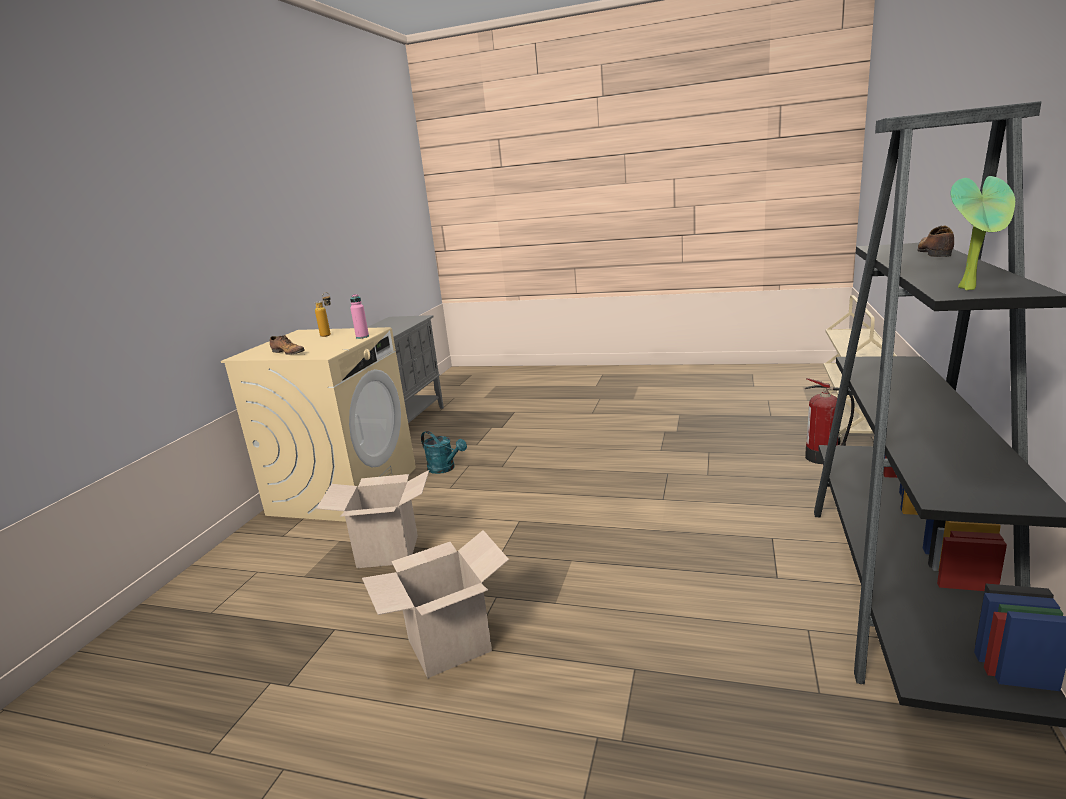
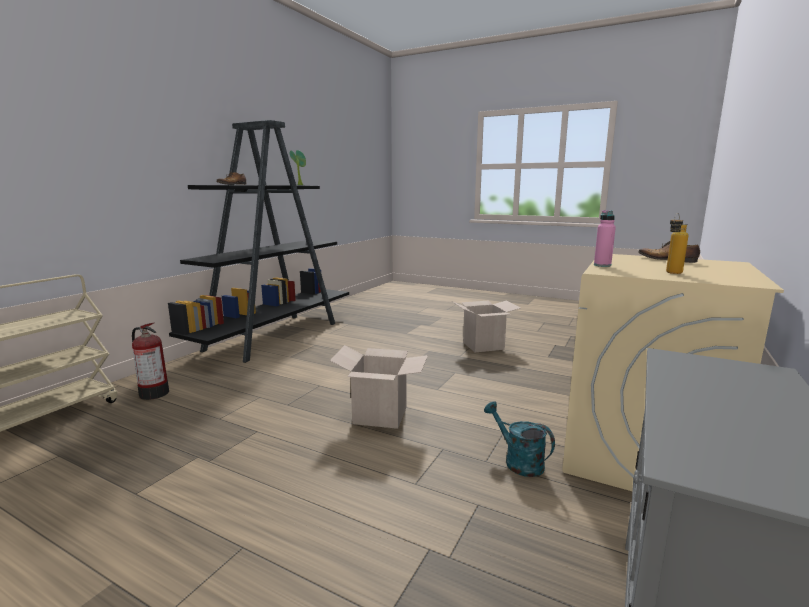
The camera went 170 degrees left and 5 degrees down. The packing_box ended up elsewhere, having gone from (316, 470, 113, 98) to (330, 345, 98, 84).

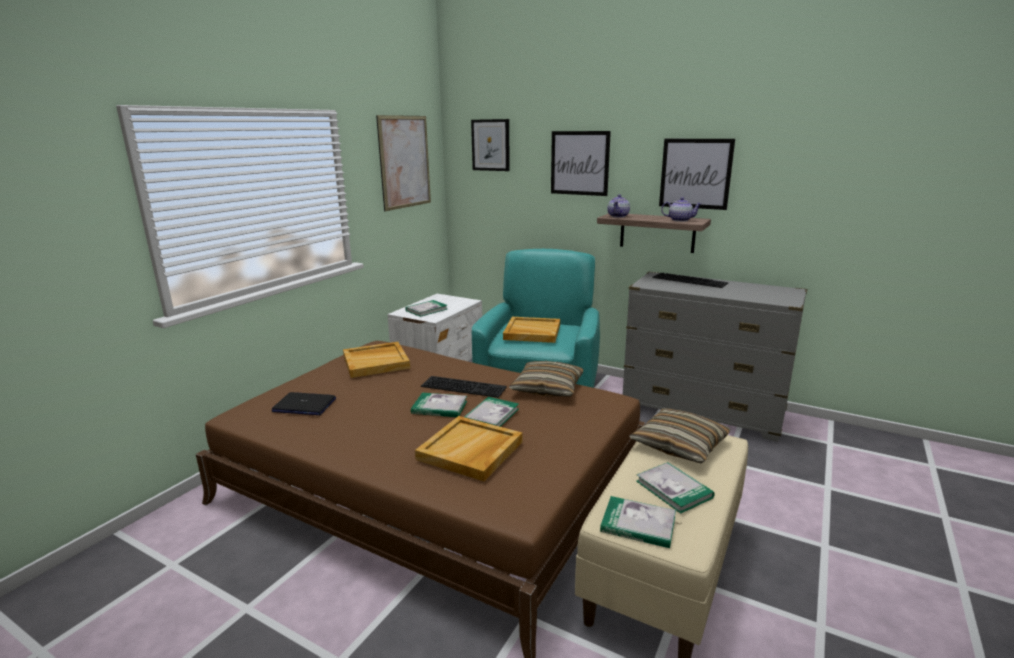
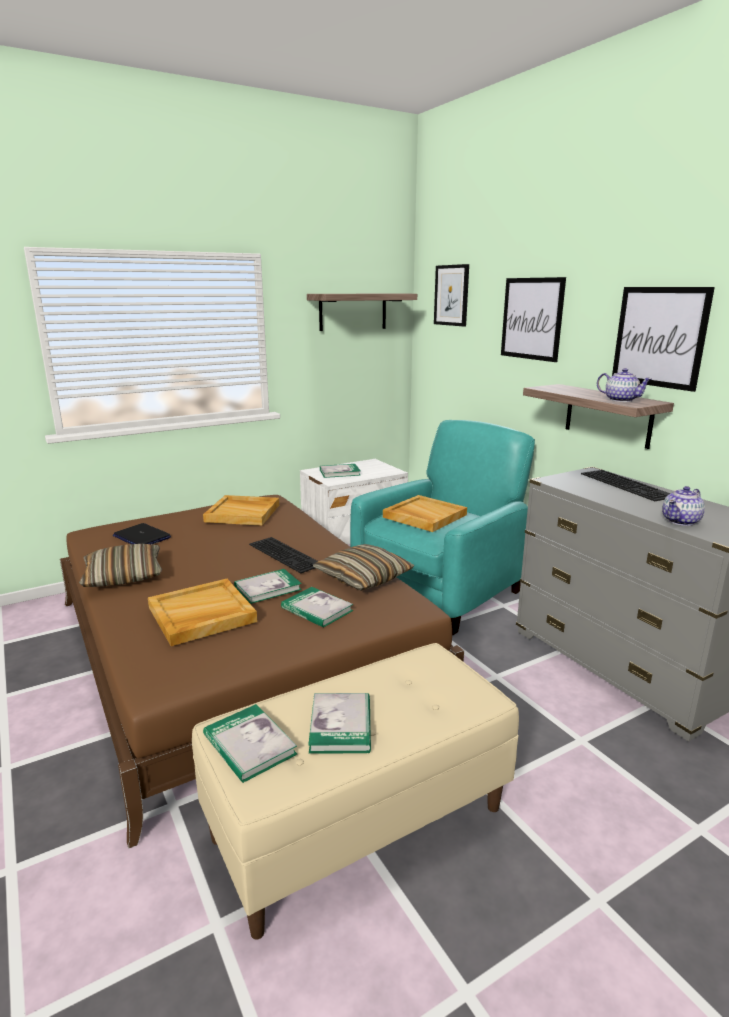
The camera went 30 degrees right and 0 degrees up. The cushion ended up elsewhere, having gone from (629, 408, 102, 55) to (79, 544, 83, 43). The book ended up elsewhere, having gone from (411, 393, 56, 24) to (281, 587, 72, 41). Where the picture hung at (376, 115, 55, 96), the shelf came to hang at (307, 293, 110, 38). The tea_pot ended up elsewhere, having gone from (607, 194, 23, 24) to (662, 486, 43, 40).

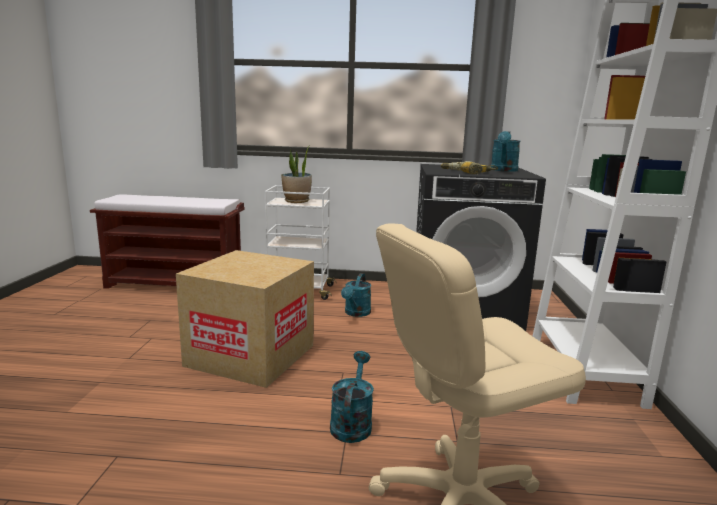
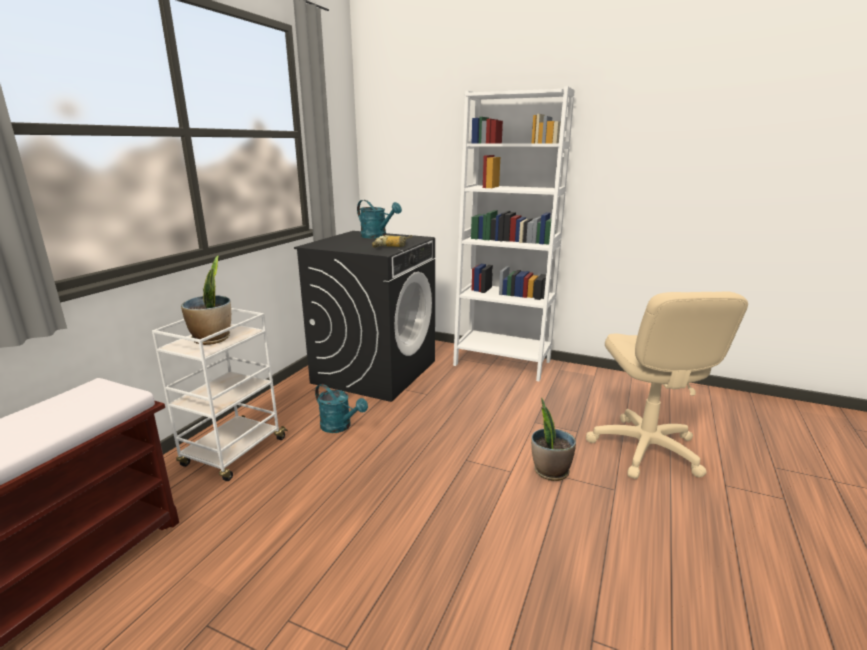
The camera went 70 degrees left and 5 degrees up. Where the turquoise-coloured_sprinkling_can stood at (330, 351, 44, 92), the plant_in_a_pot came to stand at (531, 398, 45, 83). The second view lost the packing_box at (176, 250, 138, 138).

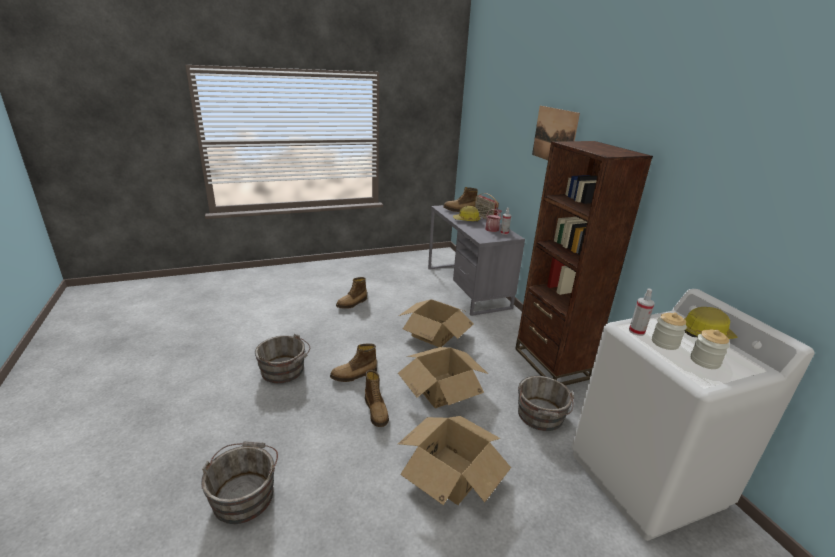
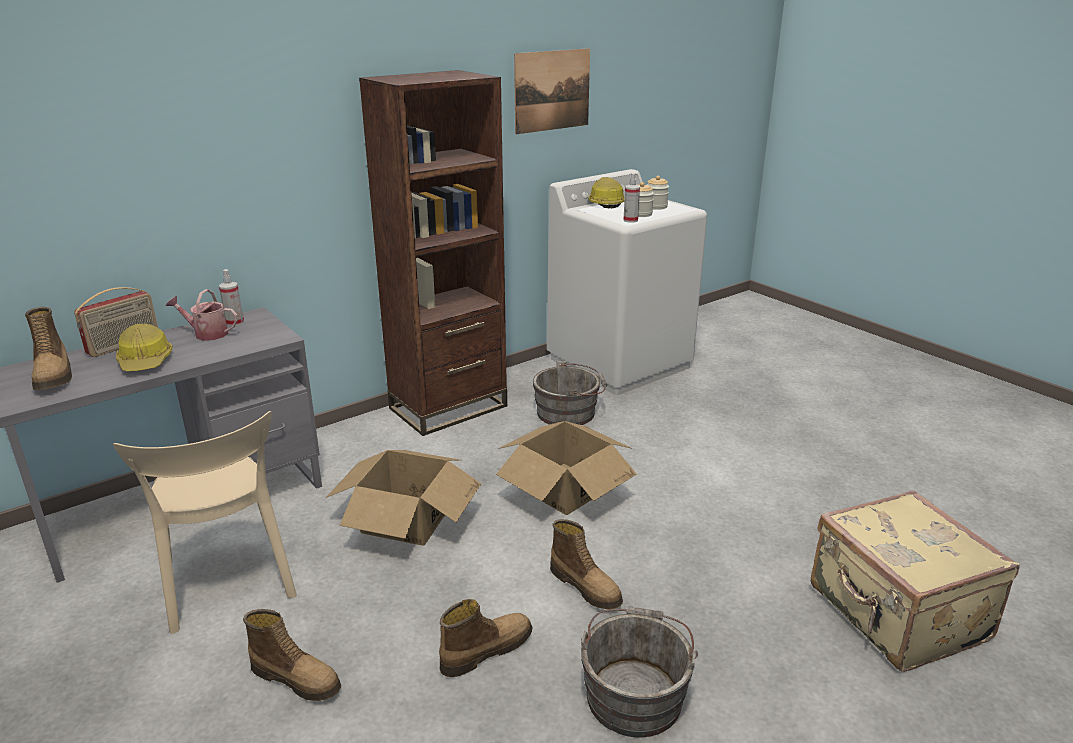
The camera went 105 degrees left and 0 degrees up. The second view gained the beige_chair at (113, 411, 184, 223). The tall_boot ended up elsewhere, having gone from (365, 370, 24, 57) to (439, 599, 94, 78). The picture ended up elsewhere, having gone from (532, 106, 48, 54) to (514, 48, 76, 86). Where the greyish_bucket stood at (201, 441, 77, 83), the beige_travel_case came to stand at (811, 490, 208, 182). The second view lost the packing_box at (398, 416, 113, 89).

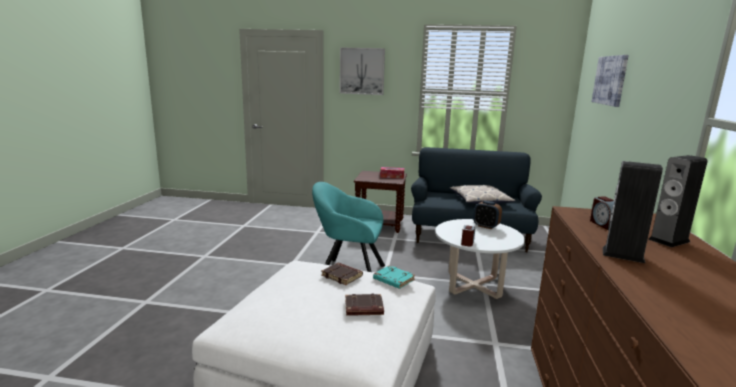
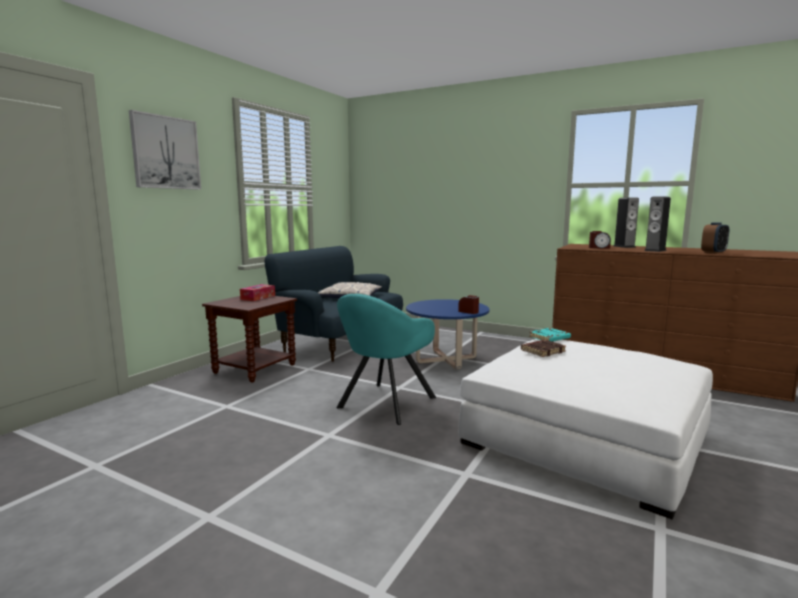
The camera went 70 degrees left and 5 degrees down. What was the white_lounge_table at (435, 219, 90, 80) turned into the blue_lounge_table at (406, 299, 83, 70). The bedside_clock ended up elsewhere, having gone from (473, 201, 29, 28) to (701, 222, 28, 32). The second view lost the brown-coloured_book at (345, 294, 39, 22). The second view lost the picture at (592, 55, 37, 52).

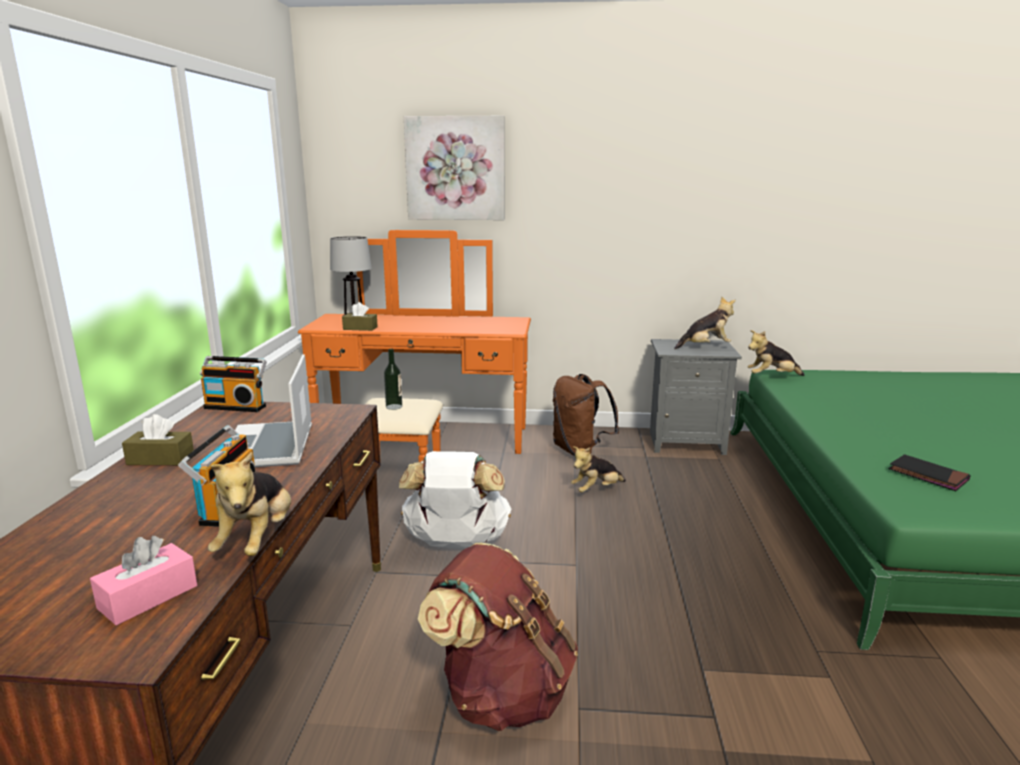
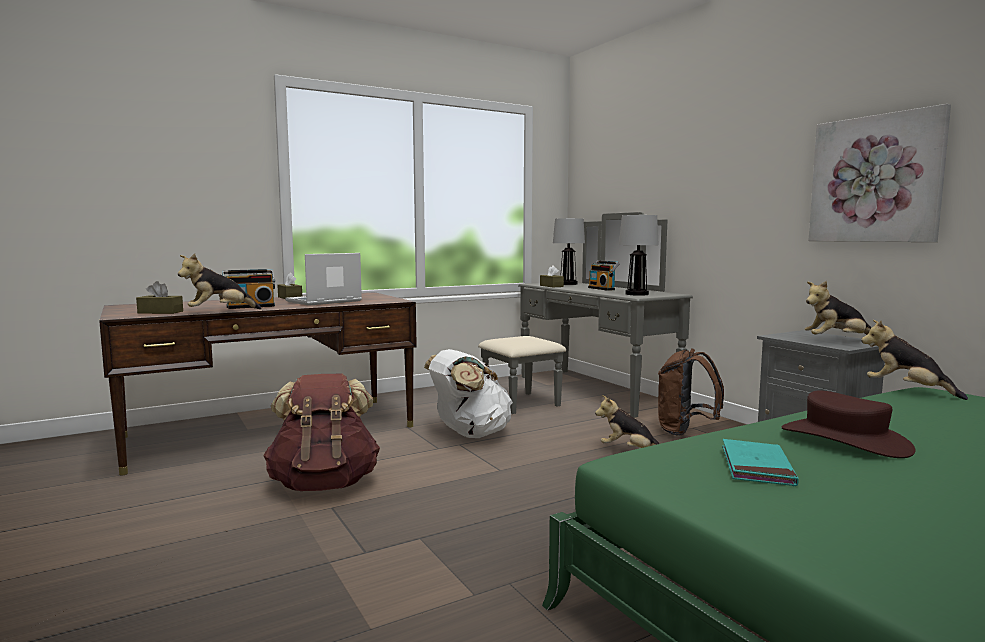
The camera went 55 degrees right and 10 degrees down. What was the pink_box_of_tissues at (90, 536, 107, 90) turned into the brown-coloured_box_of_tissues at (136, 281, 47, 33). What was the orange_chest_of_drawers at (298, 230, 233, 266) turned into the greyish_chest_of_drawers at (478, 212, 215, 206). The radio_set ended up elsewhere, having gone from (200, 356, 67, 56) to (588, 260, 31, 31). The second view gained the lamp_for_a_table at (619, 215, 40, 81). What was the black-coloured_book at (889, 455, 82, 36) turned into the turquoise-coloured_book at (722, 439, 77, 47). The second view gained the brown-coloured_clothing_hat at (782, 391, 134, 67). The soft_toy at (674, 297, 62, 52) ended up facing another way, 135 degrees clockwise from before. The picture ended up elsewhere, having gone from (404, 116, 101, 104) to (808, 104, 143, 138). The second view lost the bottle at (384, 349, 18, 61).

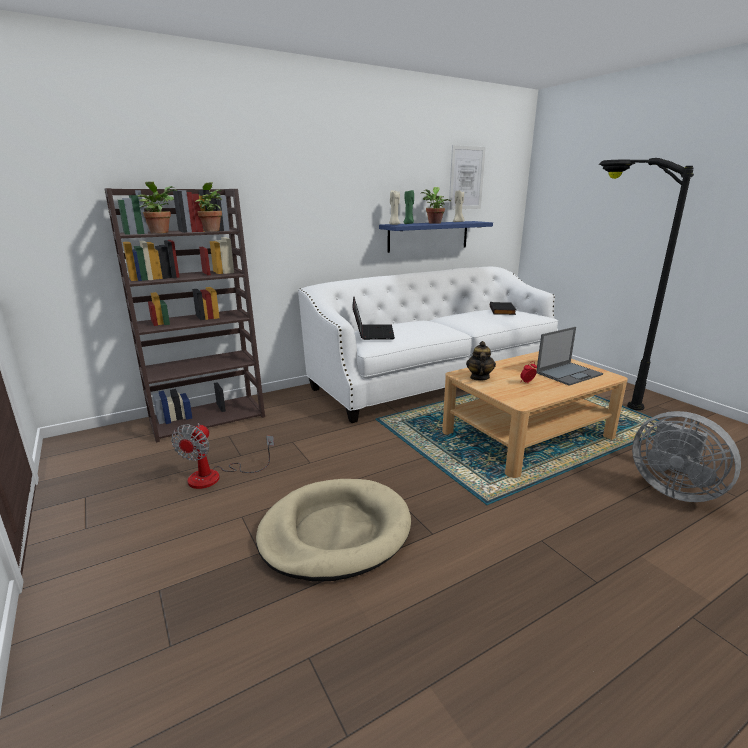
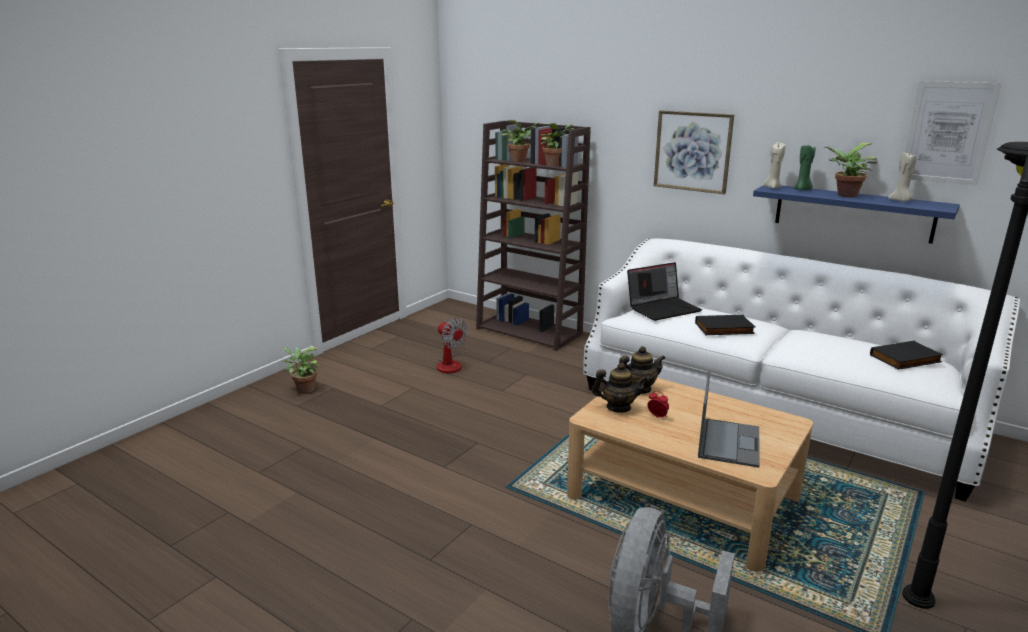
The camera went 65 degrees right and 0 degrees up. The second view gained the plant_in_a_pot at (282, 347, 37, 46). The cooling_fan at (171, 423, 103, 66) ended up facing another way, 120 degrees counterclockwise from before. The second view gained the tea_pot at (592, 363, 56, 50). The second view gained the picture at (654, 111, 80, 83). The second view gained the black-coloured_book at (695, 315, 60, 20). The laptop at (536, 327, 67, 59) ended up facing another way, 105 degrees counterclockwise from before. The second view lost the beige_pet_bed at (256, 479, 155, 102).

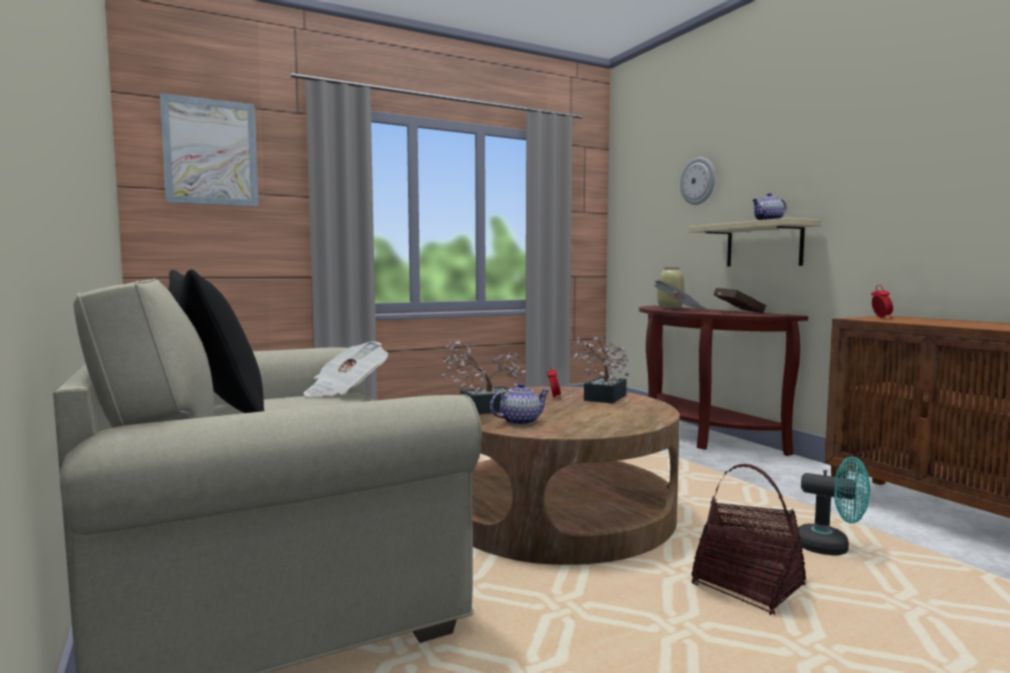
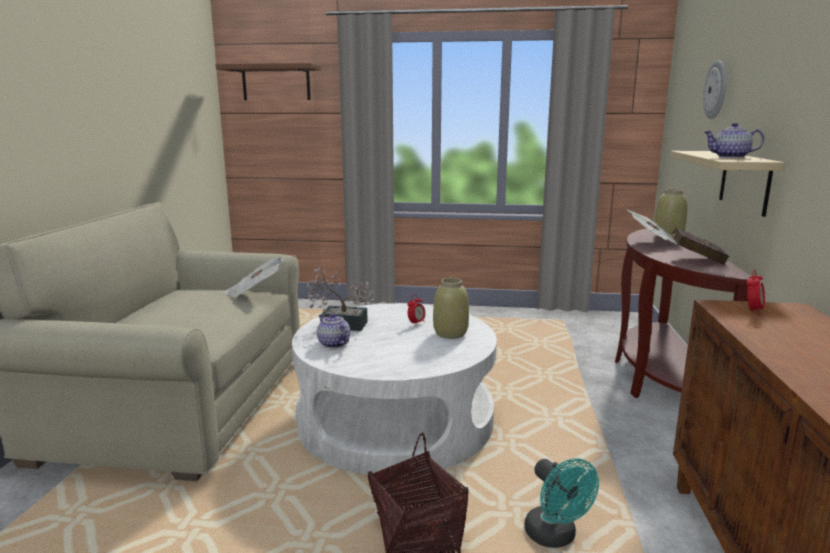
The camera went 35 degrees right and 10 degrees up. Where the picture hung at (160, 93, 99, 114), the brown-coloured_shelf came to hang at (216, 63, 105, 37). What was the brown-coloured_lounge_table at (472, 386, 208, 179) turned into the white_lounge_table at (292, 303, 205, 173). The tea_pot at (490, 383, 60, 42) ended up facing another way, 135 degrees counterclockwise from before. Where the plant_in_a_pot stood at (574, 335, 55, 69), the beige_decorative_vase came to stand at (433, 278, 36, 61). The second view lost the black-coloured_cushion at (168, 269, 96, 144).

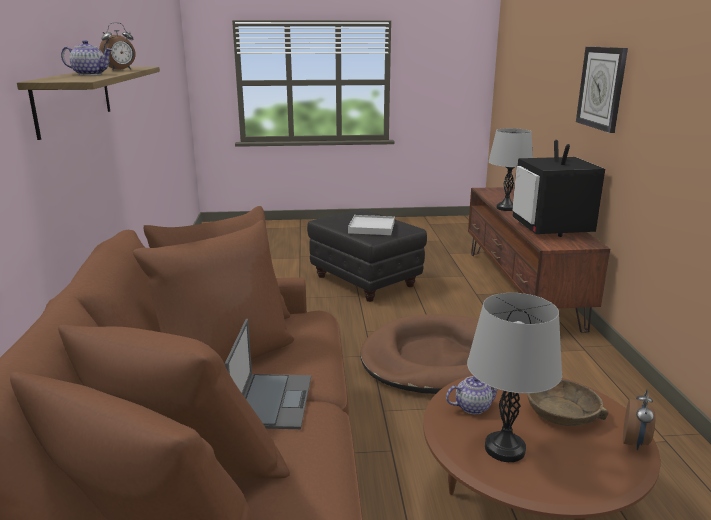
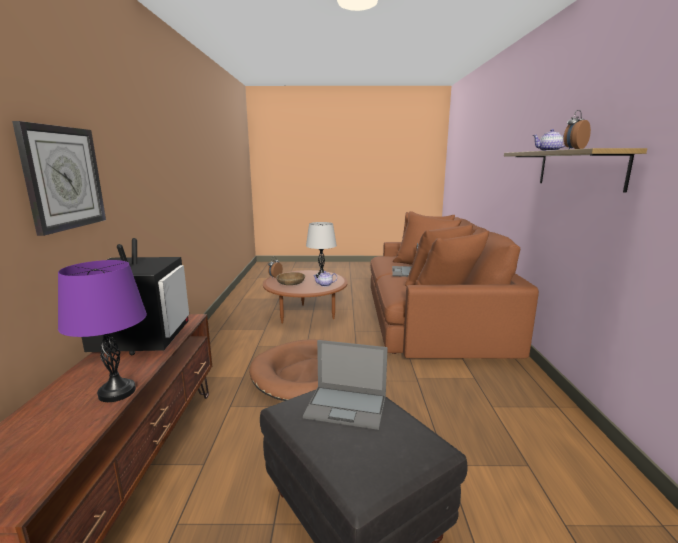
The camera went 175 degrees left and 5 degrees down. What was the greyish_lamp_for_a_table at (488, 128, 45, 83) turned into the purplish_lamp_for_a_table at (58, 260, 89, 142). Where the white_carrying_tray stood at (348, 215, 47, 20), the laptop came to stand at (303, 340, 85, 90).

